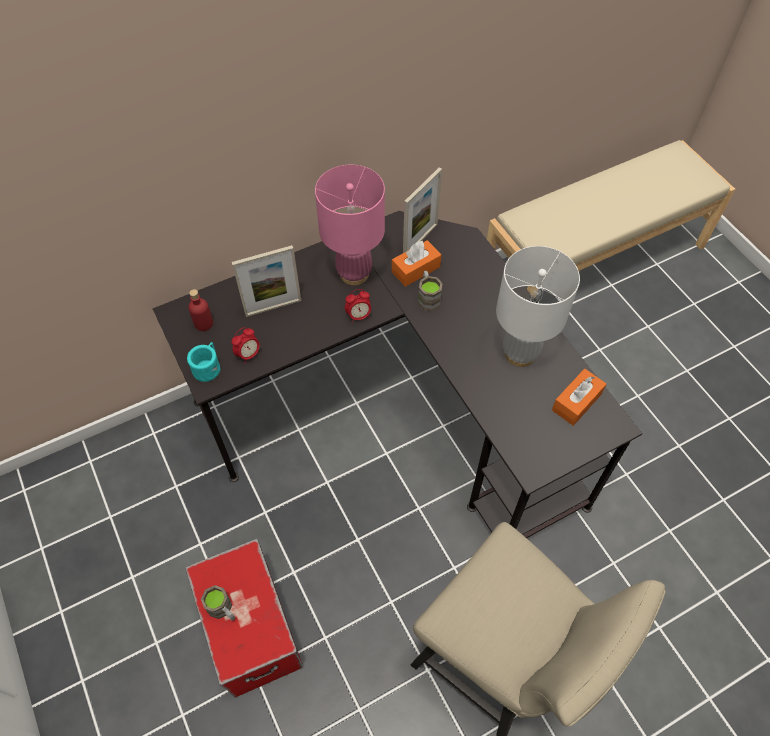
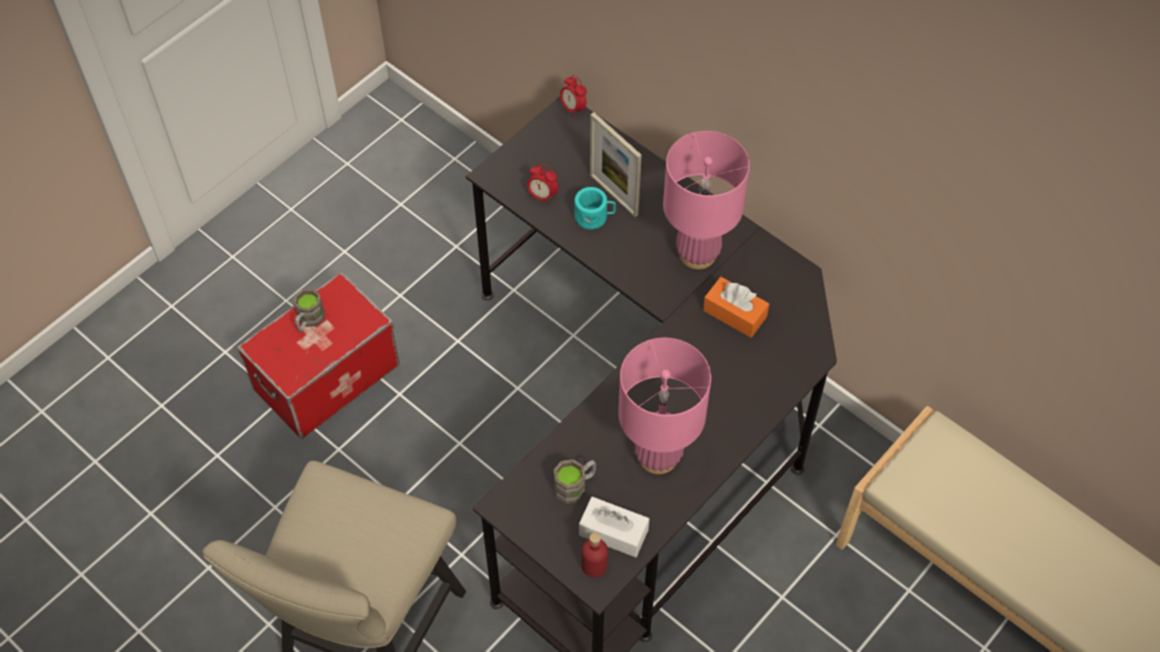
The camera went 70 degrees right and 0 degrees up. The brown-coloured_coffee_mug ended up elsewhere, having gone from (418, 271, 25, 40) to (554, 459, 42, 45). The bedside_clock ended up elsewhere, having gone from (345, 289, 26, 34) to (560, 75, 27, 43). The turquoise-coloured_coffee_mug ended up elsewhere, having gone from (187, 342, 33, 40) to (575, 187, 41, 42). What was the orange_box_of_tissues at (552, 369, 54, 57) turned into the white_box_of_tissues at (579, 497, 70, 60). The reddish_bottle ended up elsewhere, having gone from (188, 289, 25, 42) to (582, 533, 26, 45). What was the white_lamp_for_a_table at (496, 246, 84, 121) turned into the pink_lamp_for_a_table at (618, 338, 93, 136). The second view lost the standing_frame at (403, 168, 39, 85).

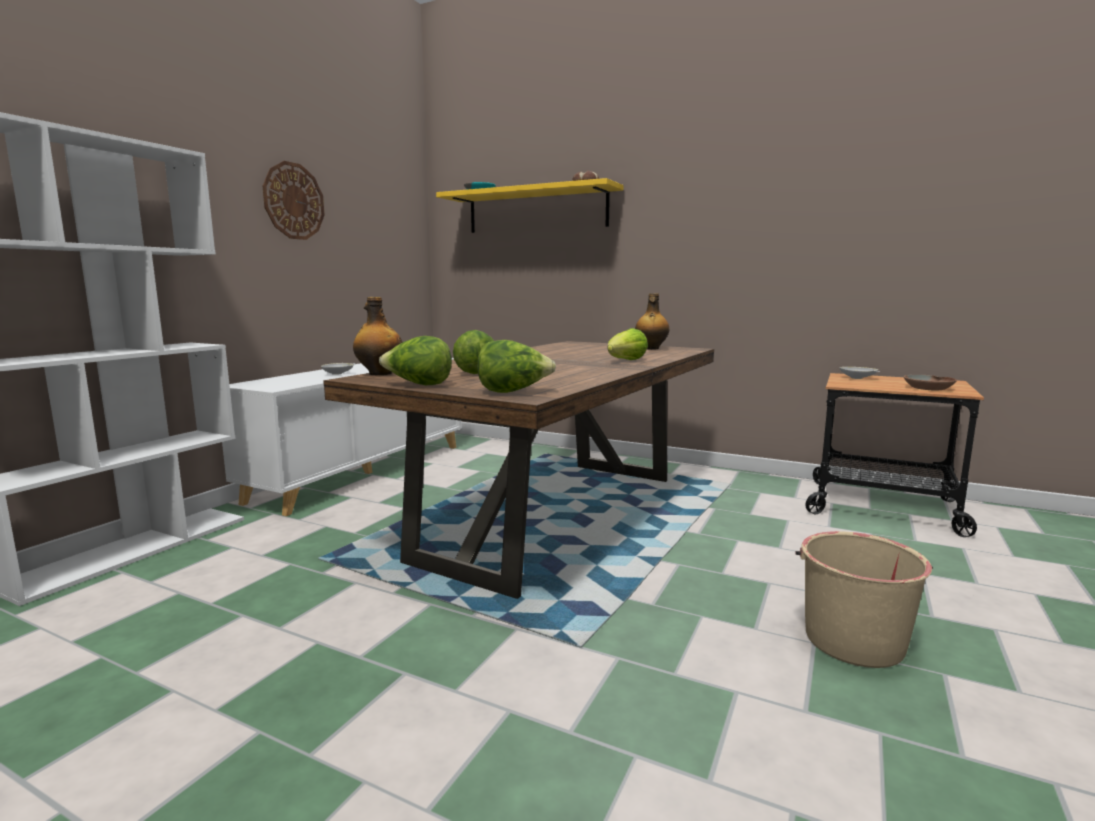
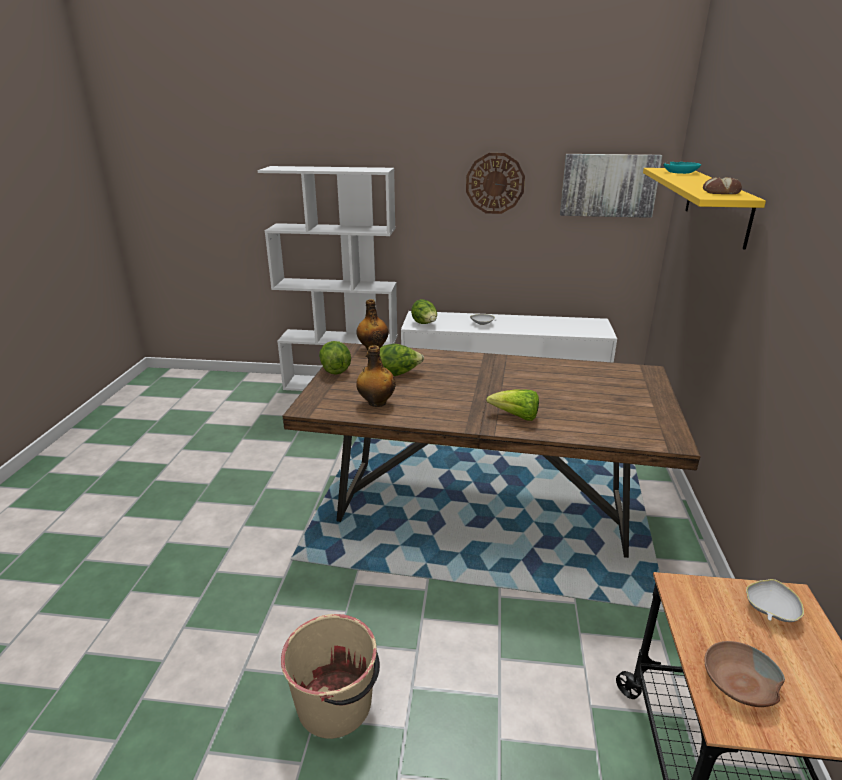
The camera went 70 degrees right and 15 degrees up. The bottle ended up elsewhere, having gone from (635, 293, 34, 57) to (356, 345, 40, 62). The lettuce_head ended up elsewhere, having gone from (477, 340, 79, 53) to (411, 299, 26, 25). The second view gained the picture at (560, 154, 102, 64).

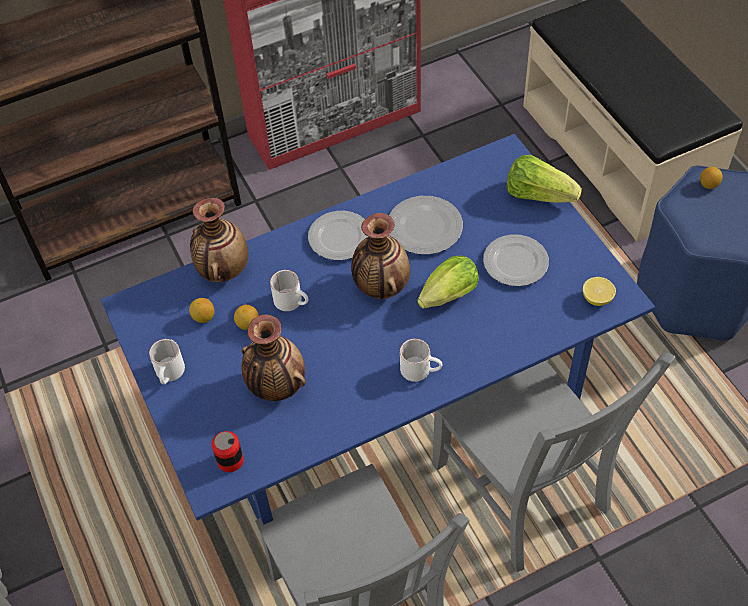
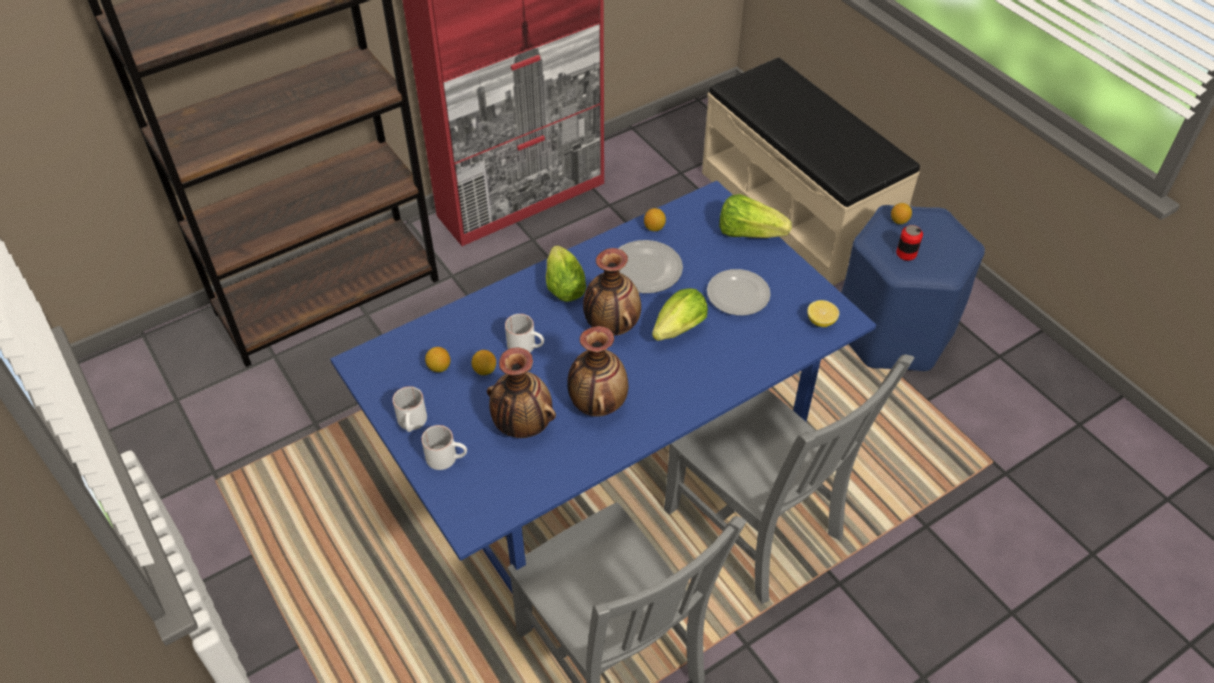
The camera went 10 degrees left and 5 degrees down. The white_coffee_mug ended up elsewhere, having gone from (400, 339, 43, 43) to (421, 425, 46, 45). Where the plate stood at (308, 211, 61, 49), the lettuce_head came to stand at (546, 245, 40, 57). The decorative_vase ended up elsewhere, having gone from (190, 197, 58, 85) to (567, 326, 61, 91). The second view gained the citrus_fruit at (644, 208, 22, 23). The sealed_can ended up elsewhere, having gone from (211, 431, 33, 41) to (896, 225, 27, 36).

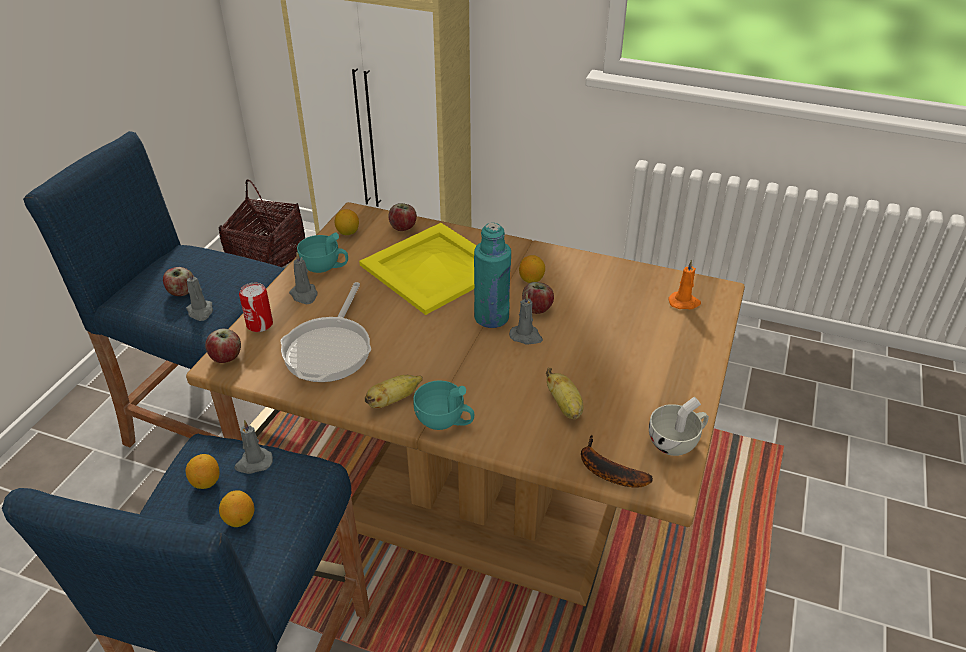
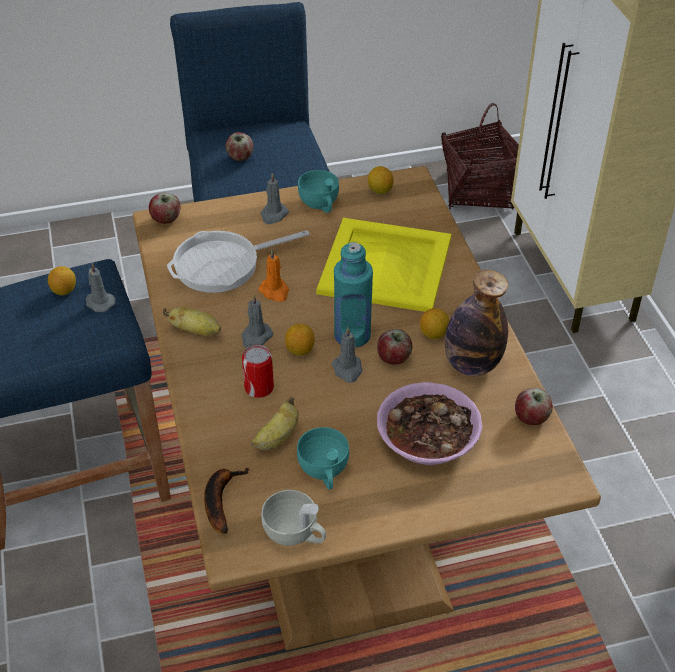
The camera went 55 degrees right and 5 degrees up. The greyish_candle ended up elsewhere, having gone from (186, 270, 27, 51) to (241, 294, 32, 54). The sealed_can ended up elsewhere, having gone from (239, 283, 34, 49) to (242, 345, 32, 53). The orange_candle ended up elsewhere, having gone from (668, 260, 33, 49) to (259, 249, 30, 53). The citrus_fruit ended up elsewhere, having gone from (219, 490, 35, 37) to (285, 324, 30, 32). The turquoise-coloured_drinking_cup ended up elsewhere, having gone from (413, 381, 61, 49) to (297, 427, 52, 63). The second view gained the bowl at (377, 382, 105, 83). The second view gained the bottle at (445, 270, 63, 106). The whole_apple ended up elsewhere, having gone from (388, 203, 29, 28) to (515, 388, 38, 37).

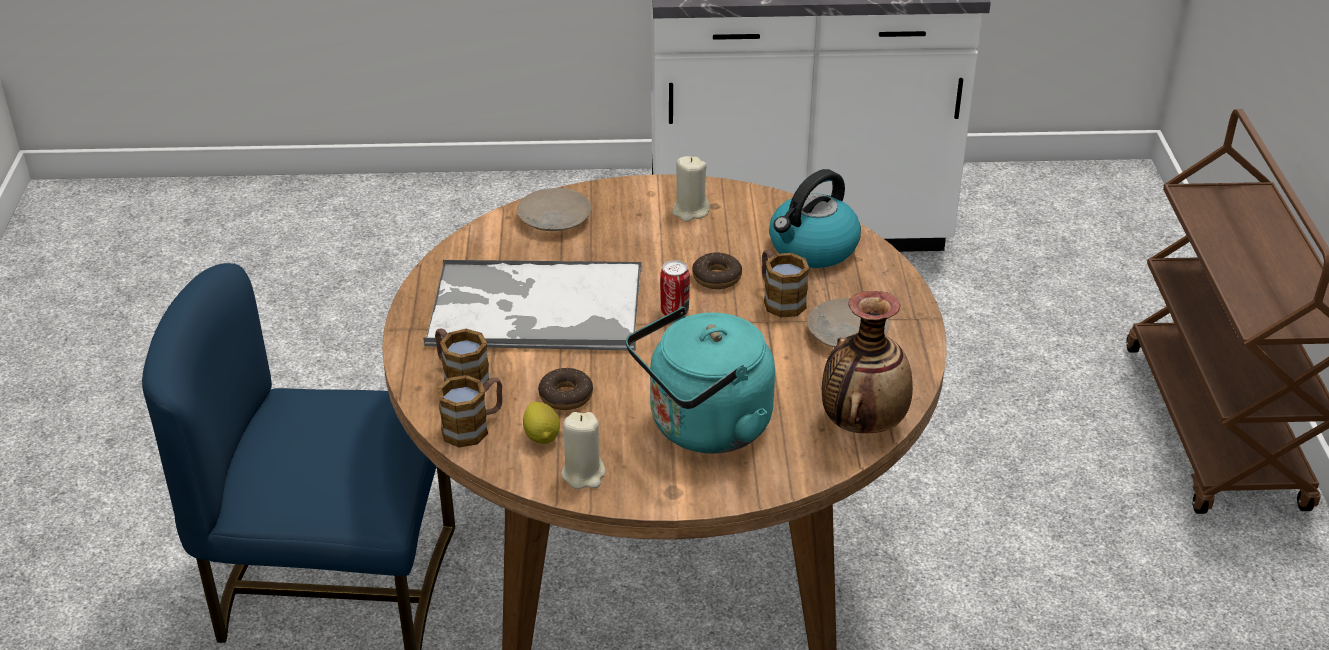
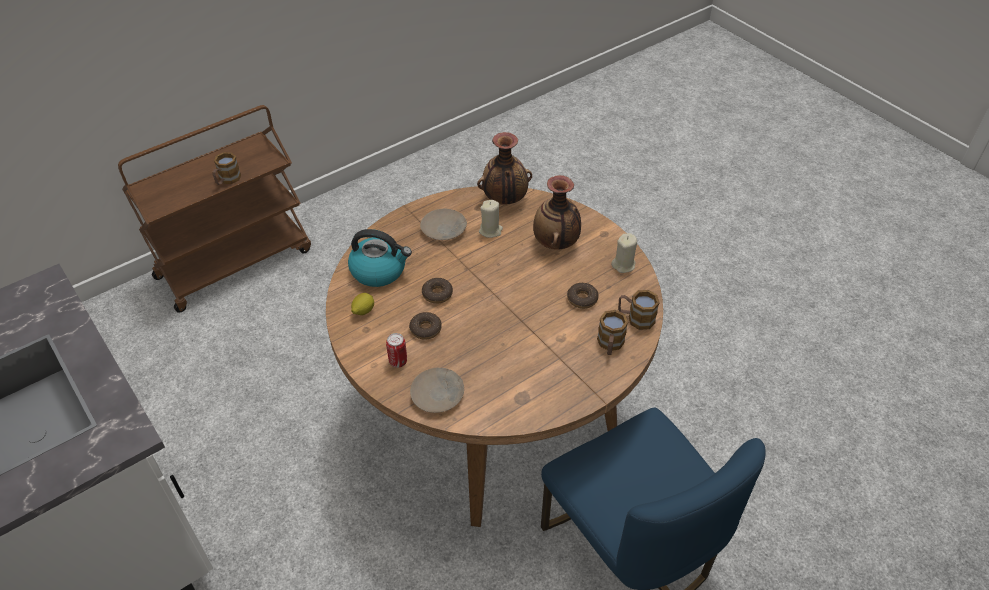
The camera went 125 degrees left and 10 degrees up. The coffee_mug ended up elsewhere, having gone from (762, 250, 47, 67) to (212, 152, 29, 33). The citrus_fruit ended up elsewhere, having gone from (523, 402, 37, 42) to (351, 293, 23, 22). The sealed_can ended up elsewhere, having gone from (660, 260, 30, 56) to (386, 333, 21, 35). The second view gained the doughnut at (409, 312, 33, 28). The beige_candle ended up elsewhere, having gone from (672, 156, 38, 66) to (479, 200, 24, 38). Where the turquoise-coloured_water_kettle stood at (626, 307, 149, 147), the decorative_vase came to stand at (533, 175, 48, 75). The second view lost the carrying_tray at (423, 259, 218, 92).

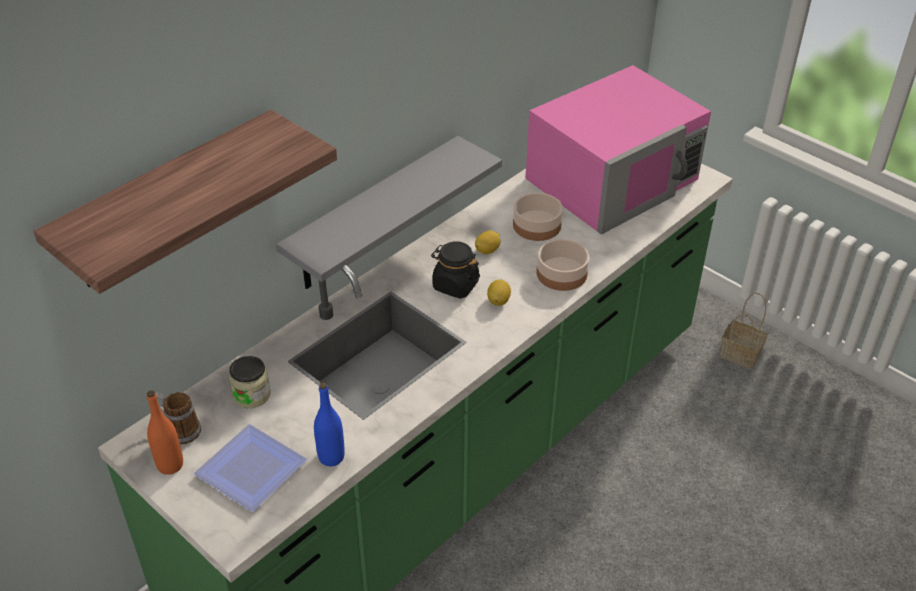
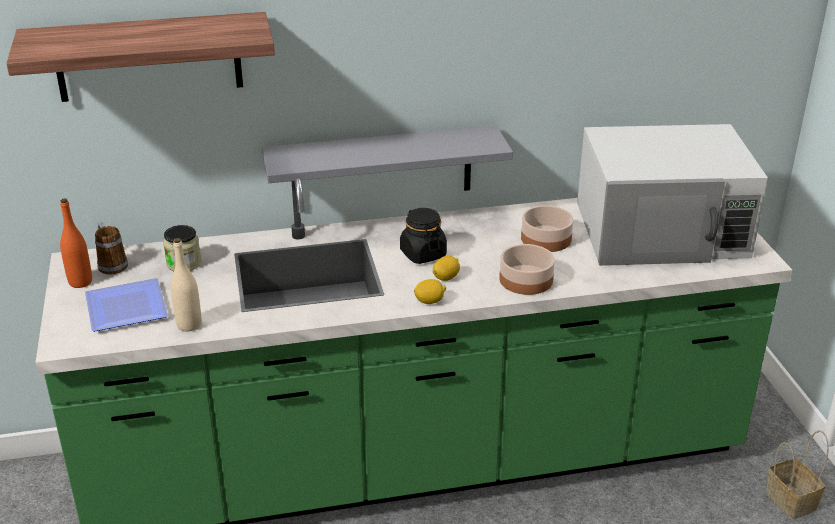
The camera went 35 degrees right and 10 degrees down. What was the blue_bottle at (314, 383, 31, 83) turned into the beige_bottle at (171, 238, 30, 93). The citrus_fruit ended up elsewhere, having gone from (475, 231, 26, 23) to (414, 279, 32, 25). What was the pink_kitchen_microwave at (525, 65, 186, 170) turned into the white_kitchen_microwave at (577, 124, 191, 142).

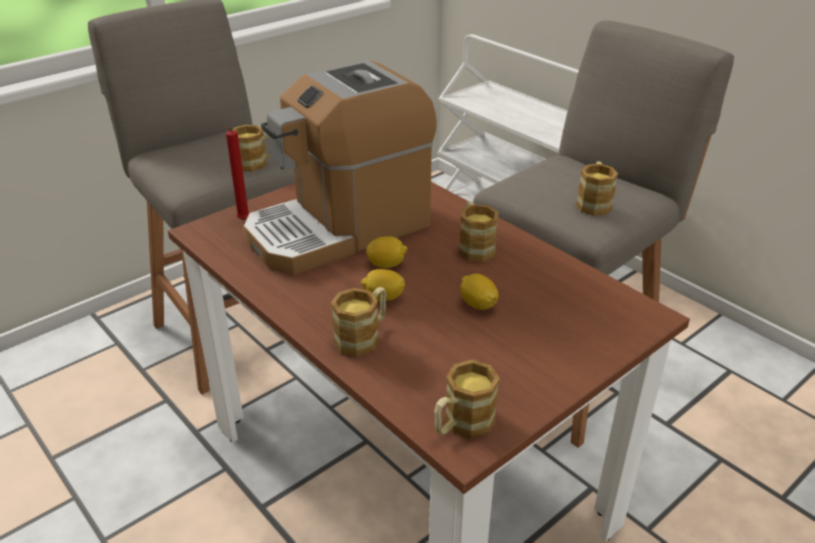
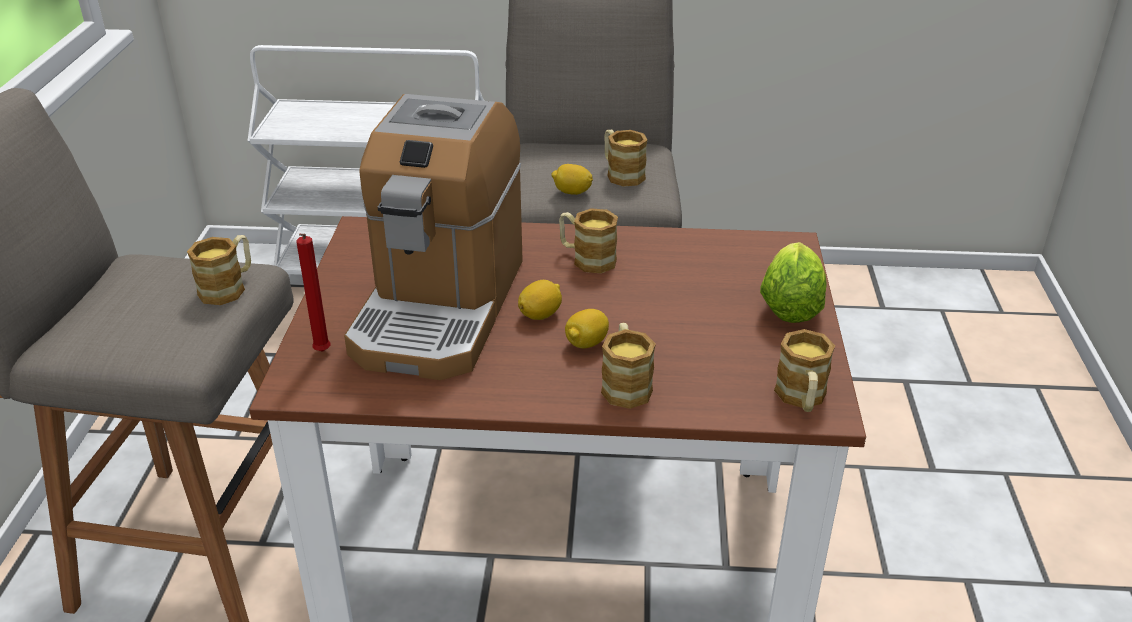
The camera went 45 degrees left and 0 degrees up. The citrus_fruit ended up elsewhere, having gone from (460, 274, 38, 36) to (552, 164, 41, 31). The second view gained the lettuce_head at (760, 242, 67, 81).

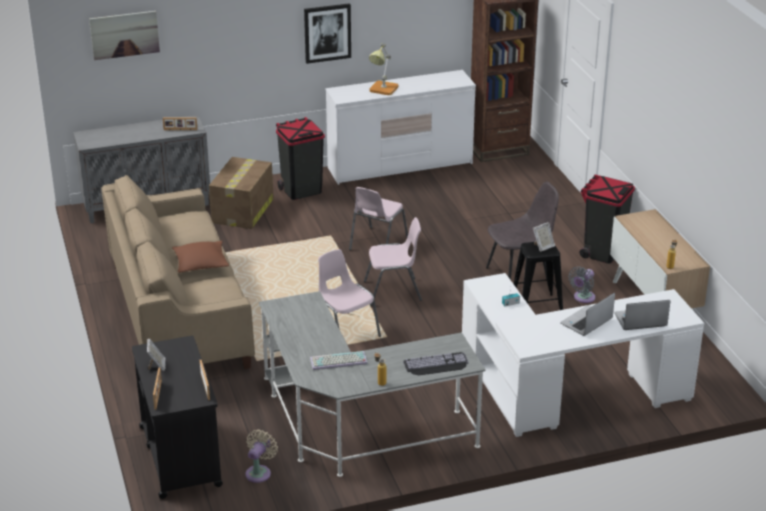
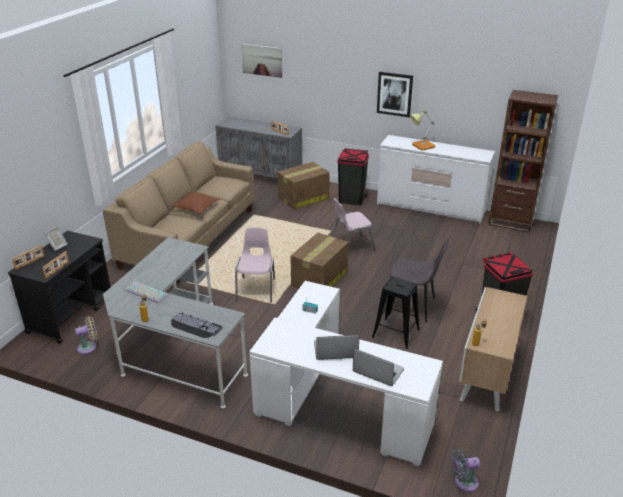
The camera went 40 degrees right and 0 degrees up. Where the pink_chair stood at (364, 217, 58, 89), the packing_box came to stand at (290, 233, 59, 56). The greyish_cooling_fan ended up elsewhere, having gone from (568, 266, 27, 37) to (451, 448, 29, 44). The second view lost the standing_frame at (533, 222, 22, 30).

